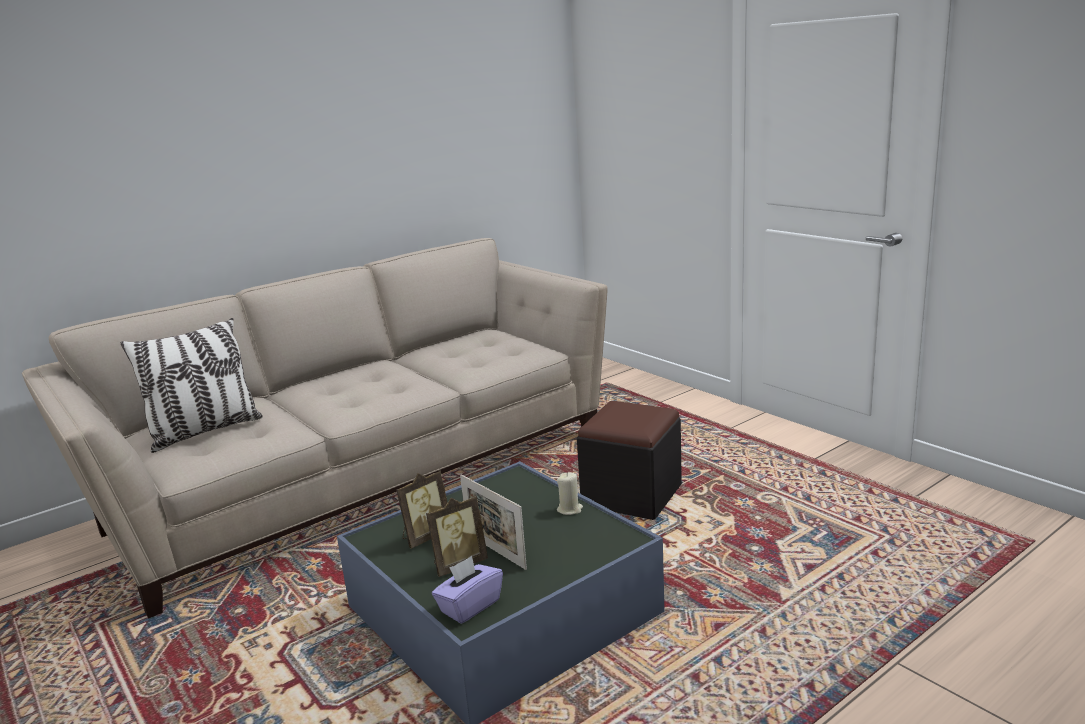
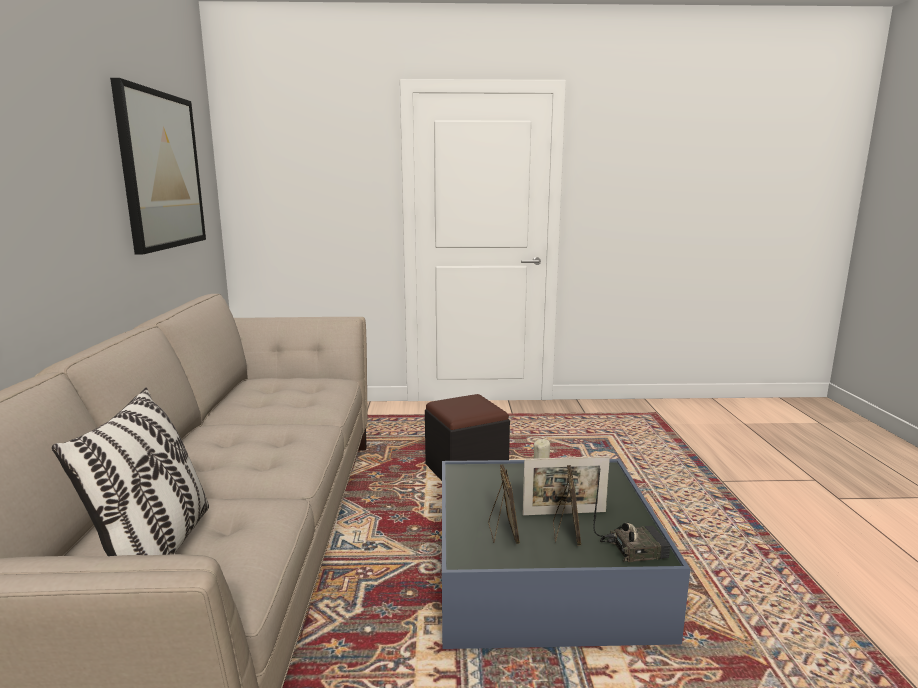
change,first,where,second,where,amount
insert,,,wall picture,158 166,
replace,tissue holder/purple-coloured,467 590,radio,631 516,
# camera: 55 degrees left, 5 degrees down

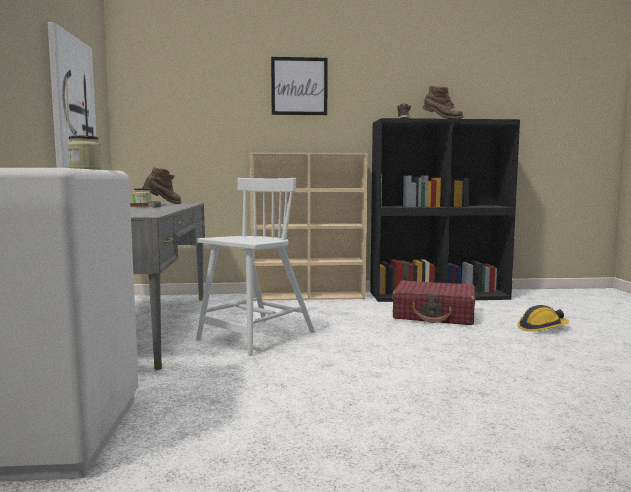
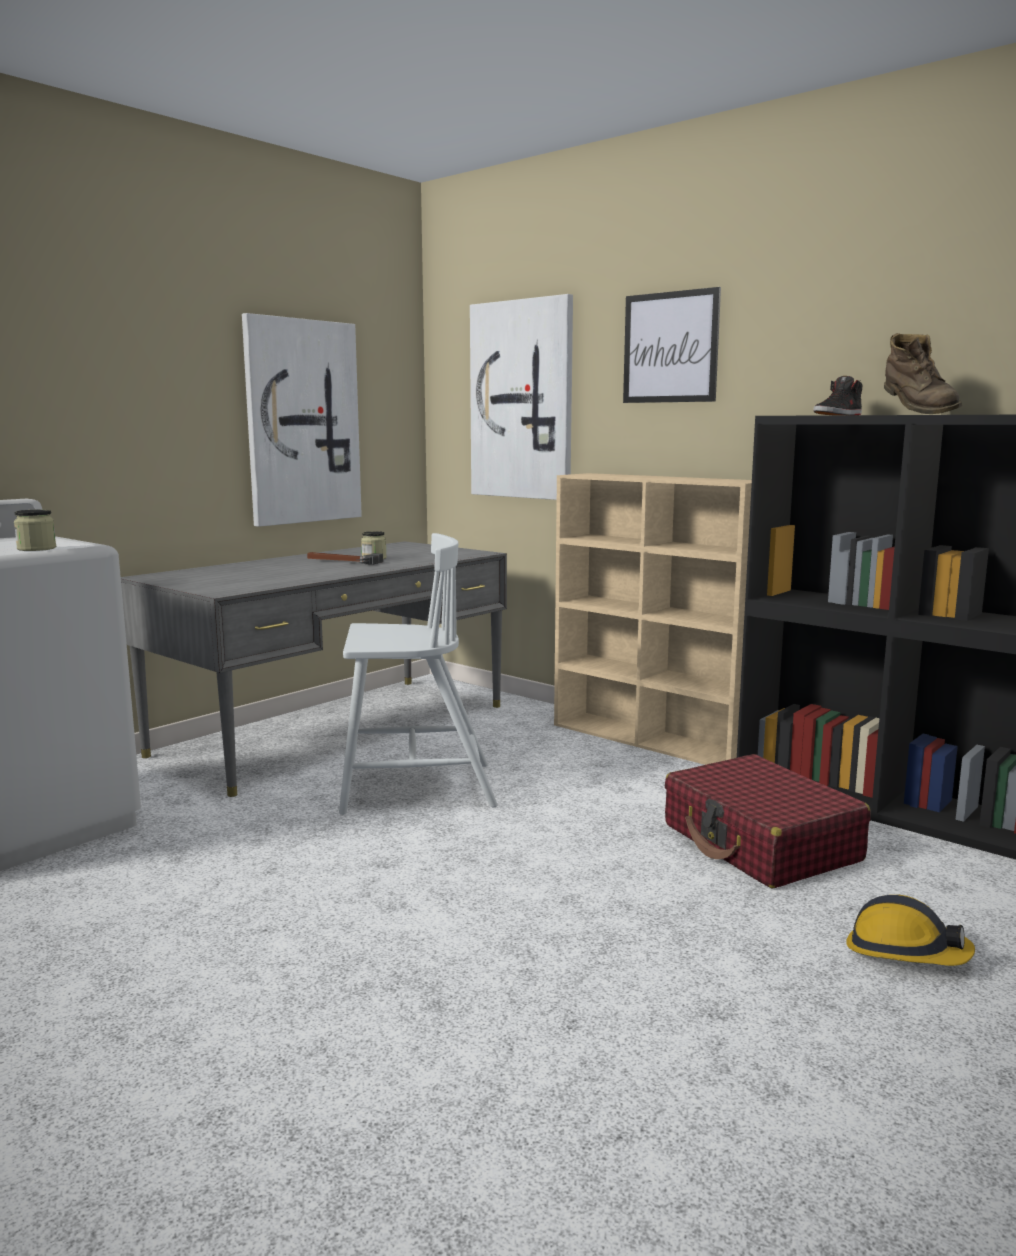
change,first,where,second,where,amount
insert,,,wall picture,521 397,
delete,high-top boot/brown-coloured,161 185,,,
# camera: 45 degrees right, 5 degrees up

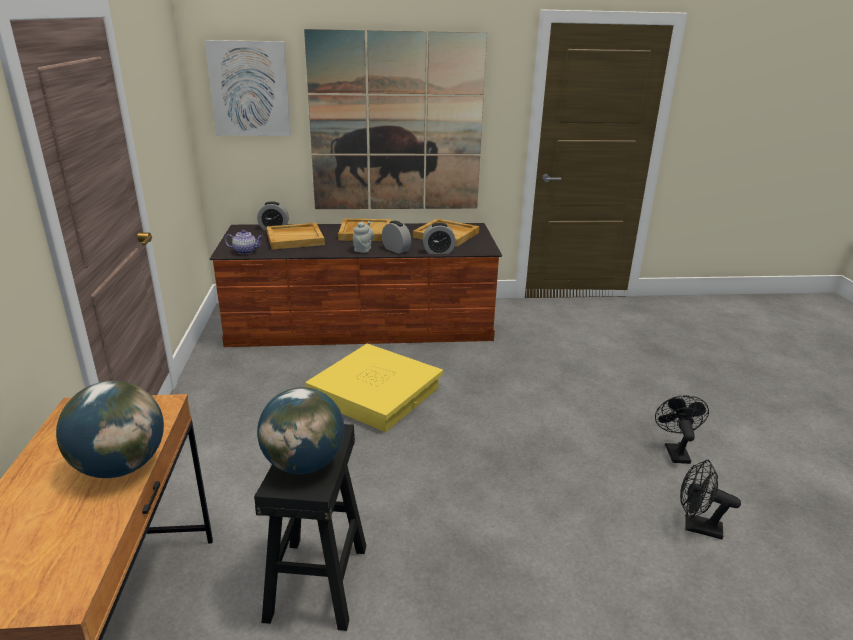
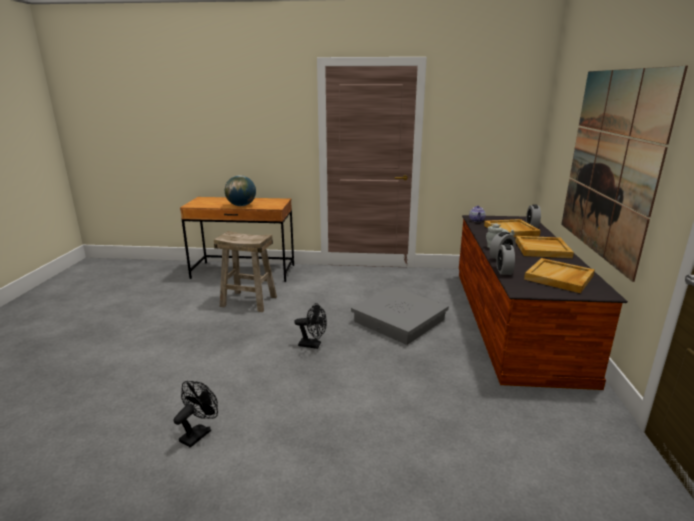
change,first,where,second,where,amount
recolor,stool seat/black-coloured,310 527,stool seat/beige-coloured,245 271,
move,cooling fan/black-coloured,682 429,,310 326,
recolor,storage box/yellowish,374 388,storage box/greyish,400 316,
delete,wall picture,248 88,,,
delete,world globe,301 430,,,
# camera: 100 degrees right, 5 degrees down

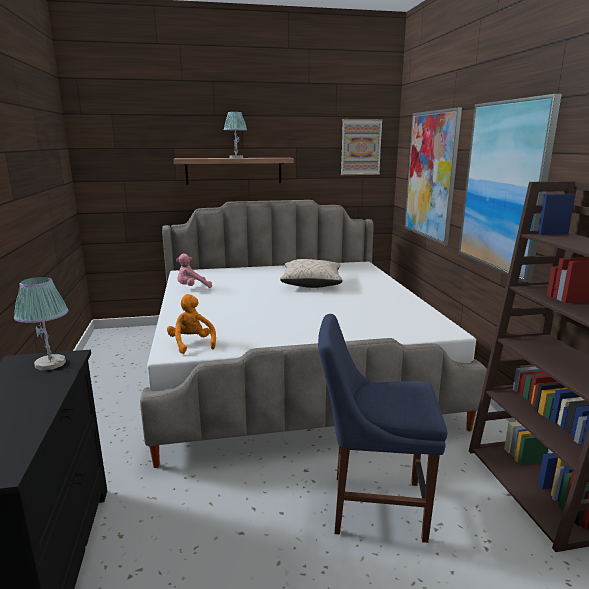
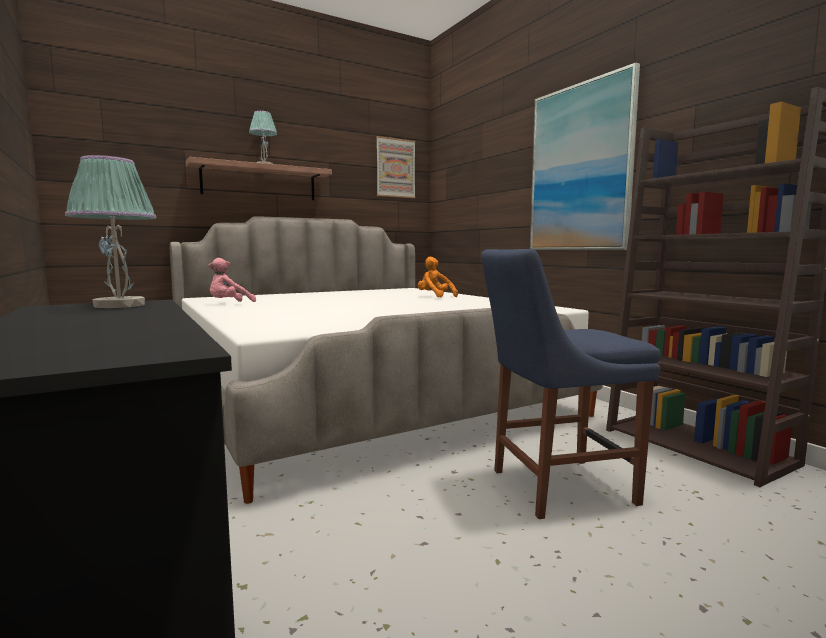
change,first,where,second,where,amount
move,soft toy/orange,191 324,,438 277,
delete,throw pillow/beige-coloured,311 273,,,
delete,wall picture,433 176,,,
# camera: 20 degrees left, 10 degrees down

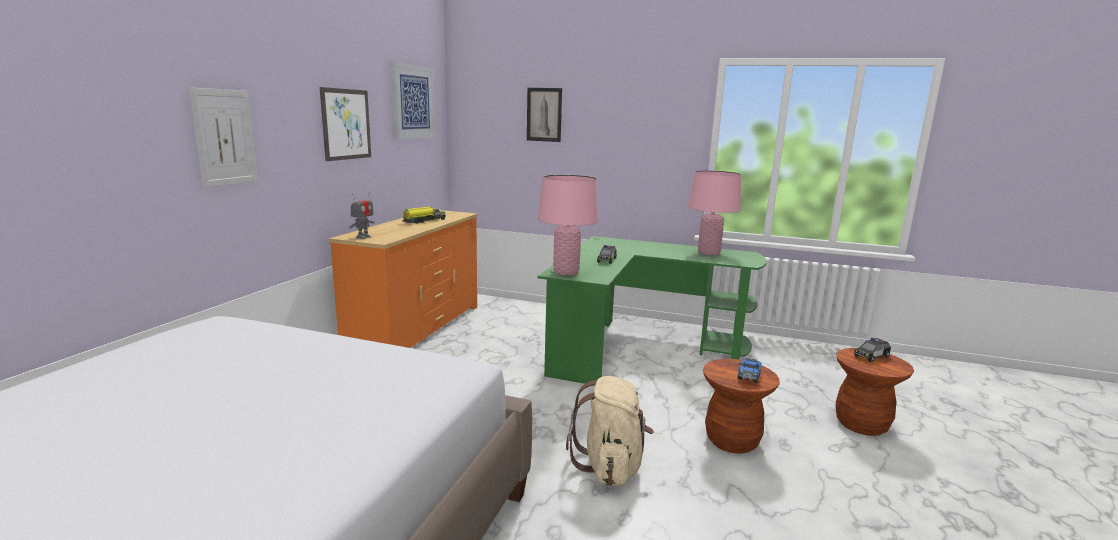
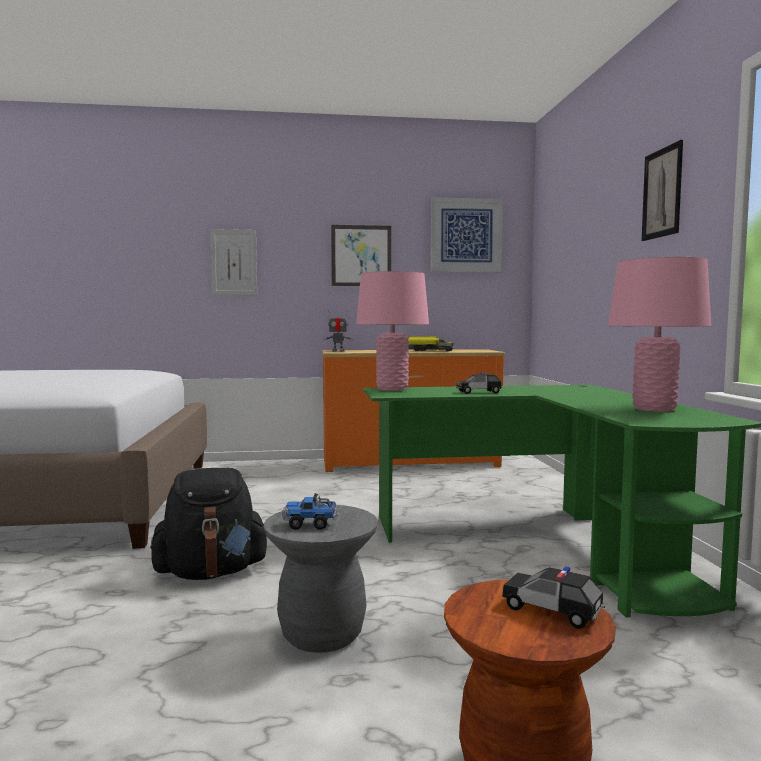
change,first,where,second,where,amount
recolor,backpack/beige-coloured,610 431,backpack/black-coloured,208 524,
recolor,stool seat/brown-coloured,741 406,stool seat/greyish,321 579,
move,wall picture,544 115,,662 190,
# camera: 65 degrees right, 10 degrees down

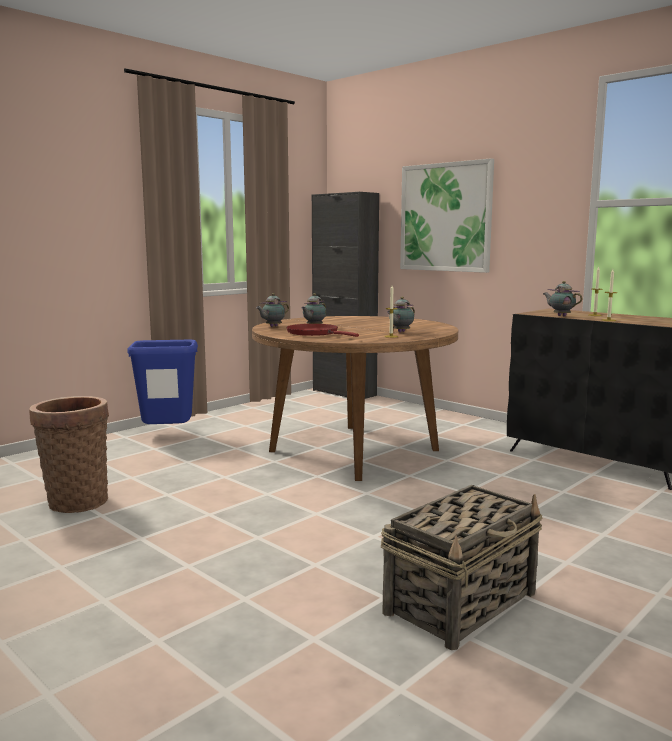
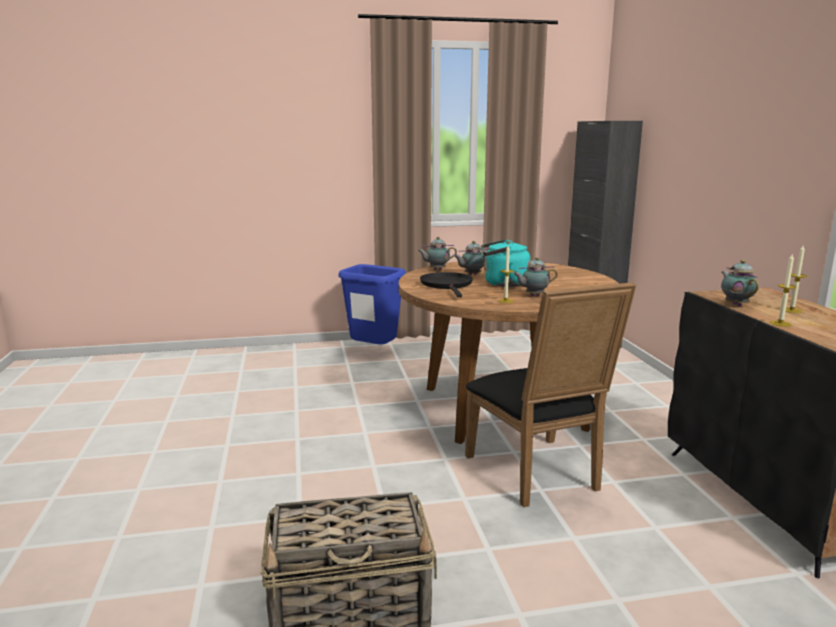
change,first,where,second,where,amount
recolor,skillet/red,322 330,skillet/black-coloured,446 284,
insert,,,plain chair/black-coloured,550 395,
insert,,,water kettle/blue-green,505 263,
delete,basket,69 454,,,
delete,wall picture,447 215,,,
# camera: 35 degrees right, 5 degrees up

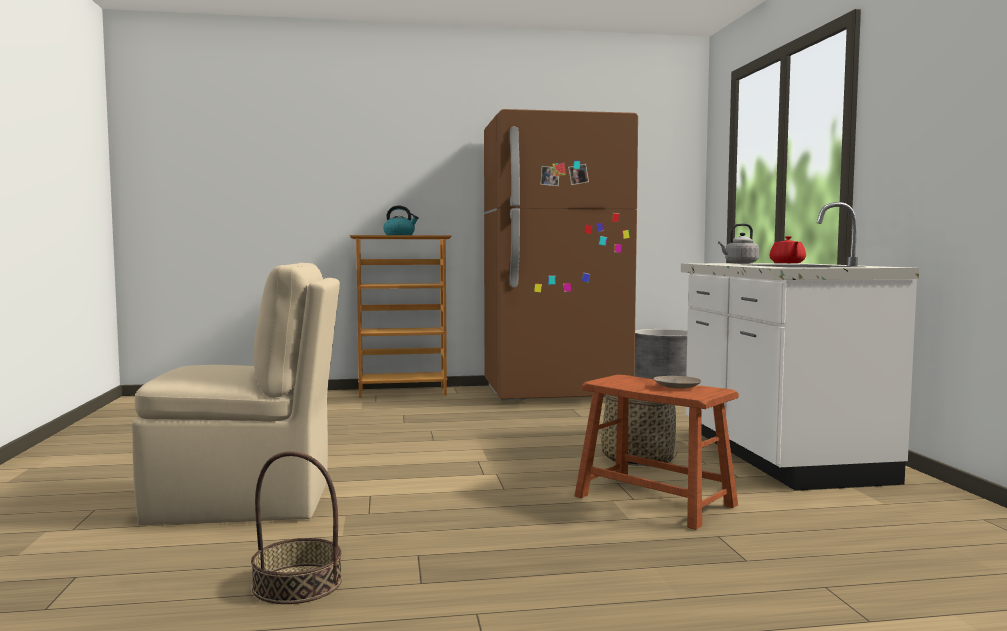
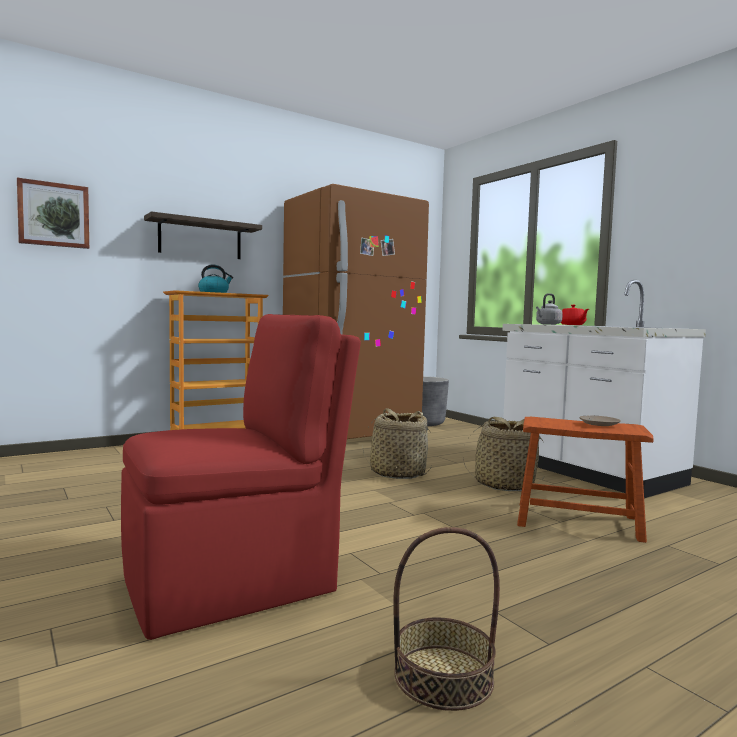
change,first,where,second,where,amount
insert,,,wall picture,53 213,
recolor,plain chair/beige-coloured,236 394,plain chair/red,241 477,
insert,,,shelf,203 235,
insert,,,basket,397 443,
# camera: 25 degrees left, 0 degrees up

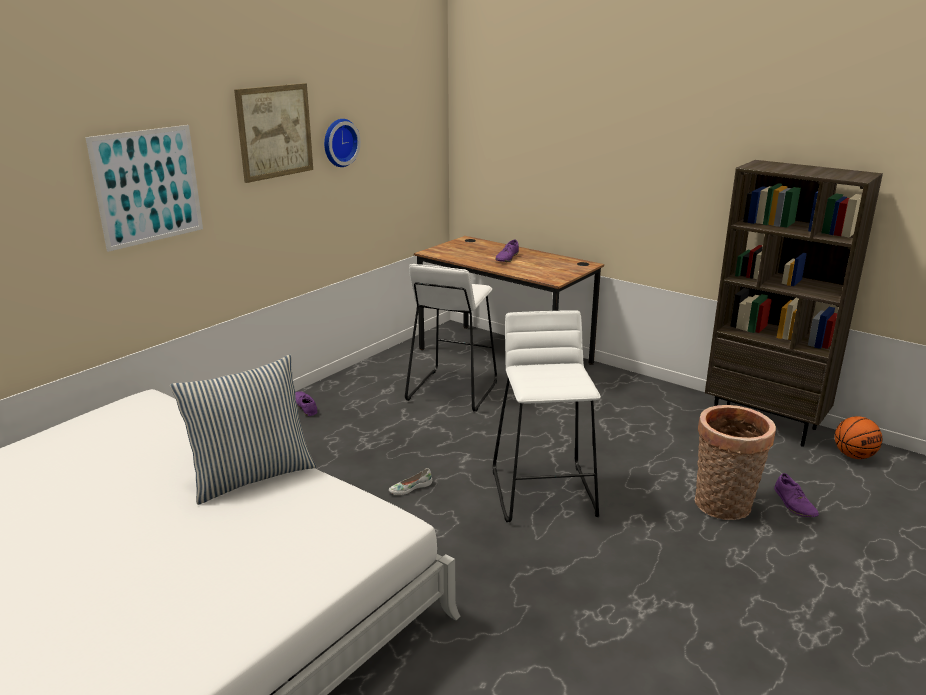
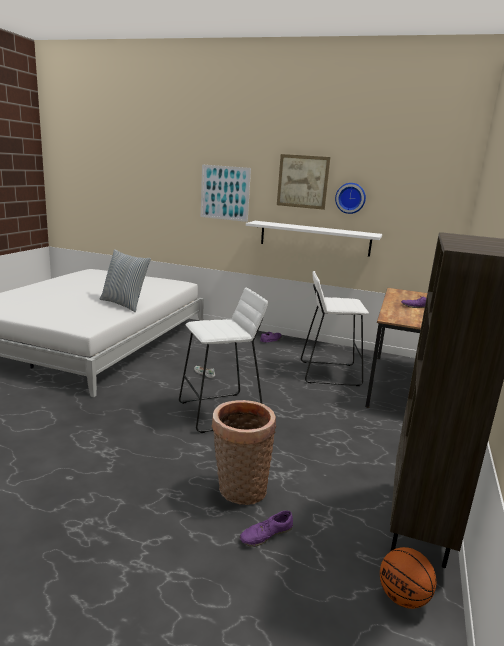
change,first,where,second,where,amount
insert,,,shelf/whitish,314 239,
# camera: 70 degrees right, 5 degrees down

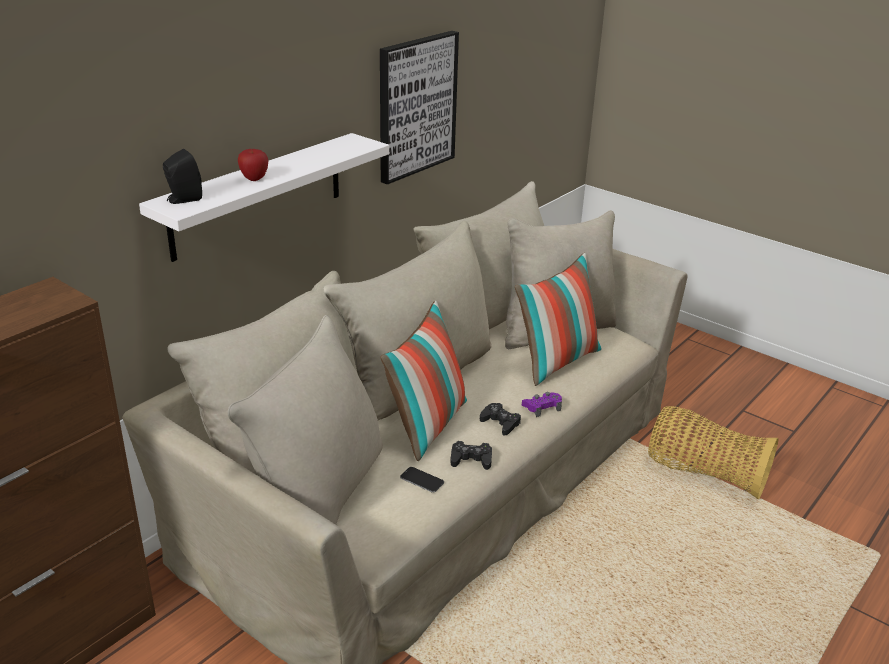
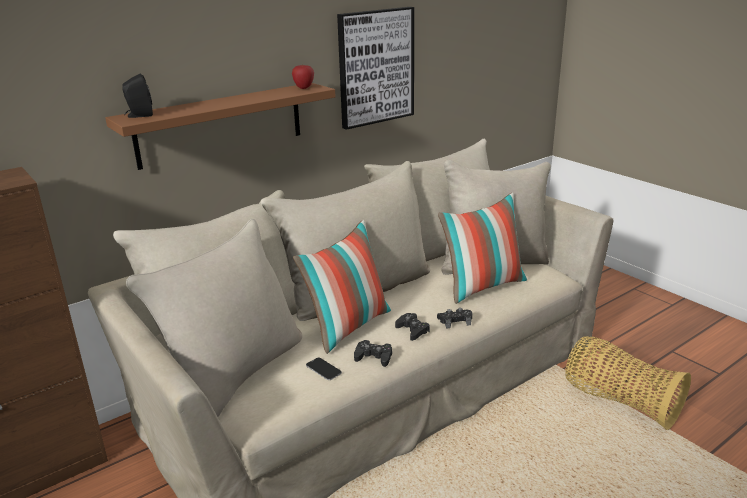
change,first,where,second,where,amount
recolor,shelf/whitish,264 197,shelf/brown-coloured,220 126,
move,apple fruit,253 165,,303 76,
recolor,joypad/purple-coloured,542 404,joypad/black-coloured,454 318,
# camera: 15 degrees right, 5 degrees down

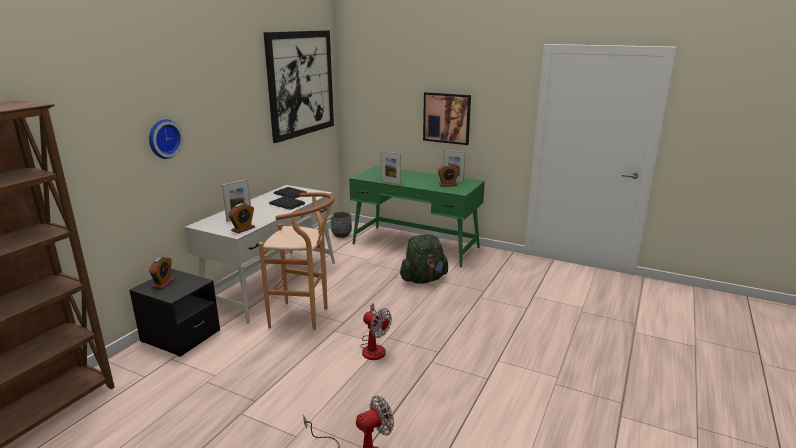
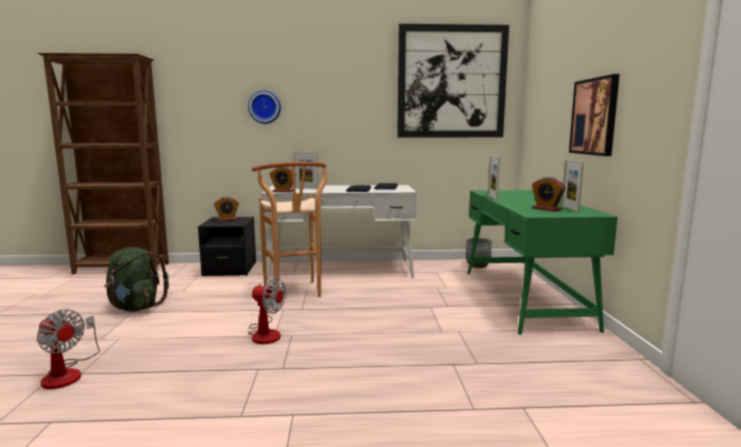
change,first,where,second,where,amount
move,backpack/green-coloured,424 259,,136 279,
rotate,cooling fan,376 331,,267 311,75 degrees counterclockwise
# camera: 60 degrees right, 10 degrees down

